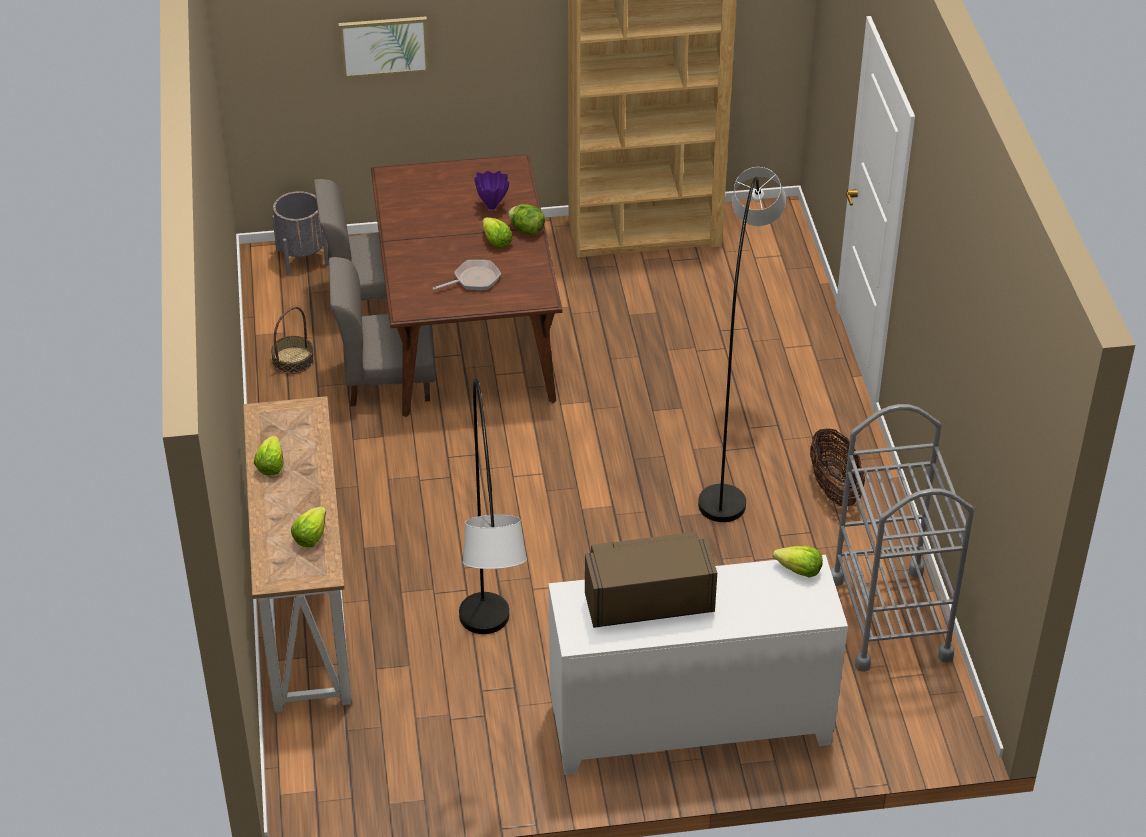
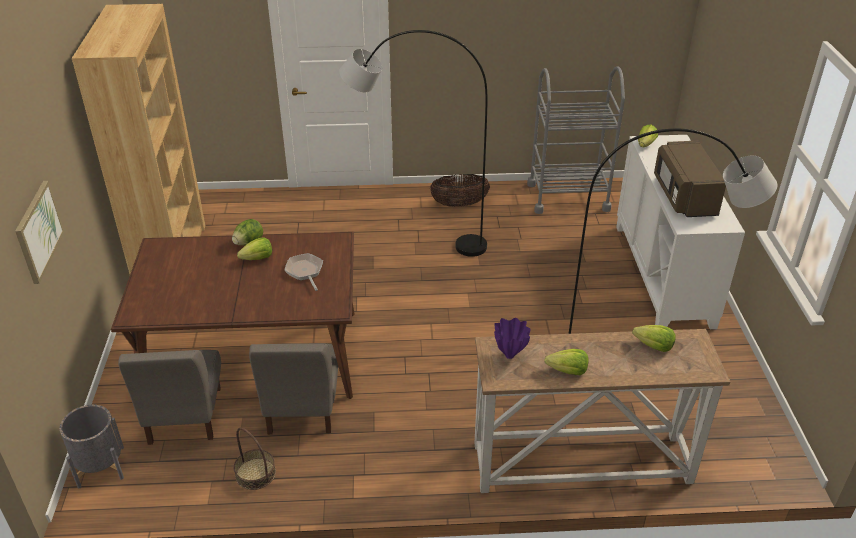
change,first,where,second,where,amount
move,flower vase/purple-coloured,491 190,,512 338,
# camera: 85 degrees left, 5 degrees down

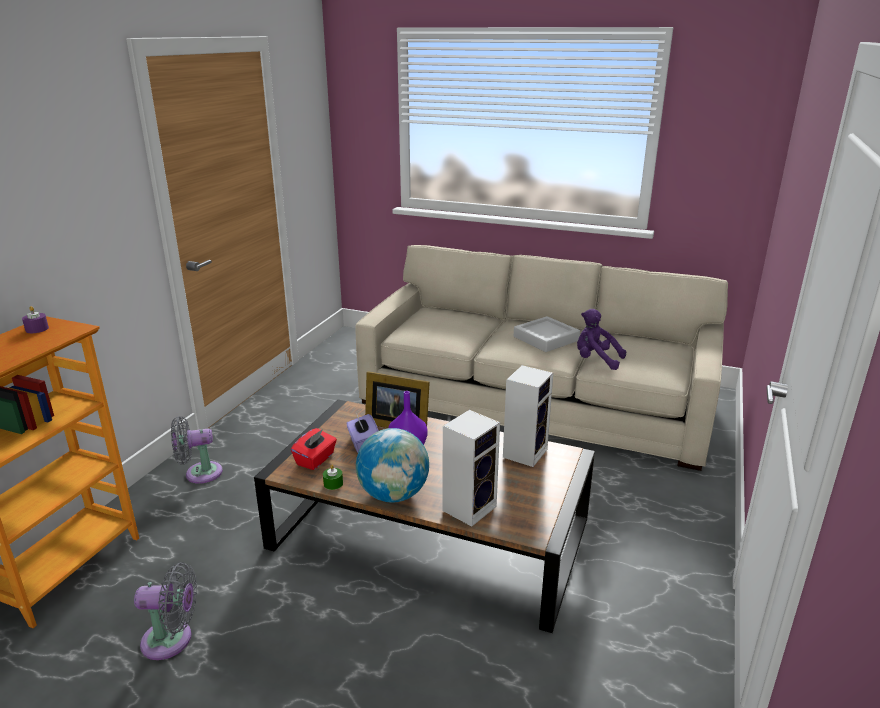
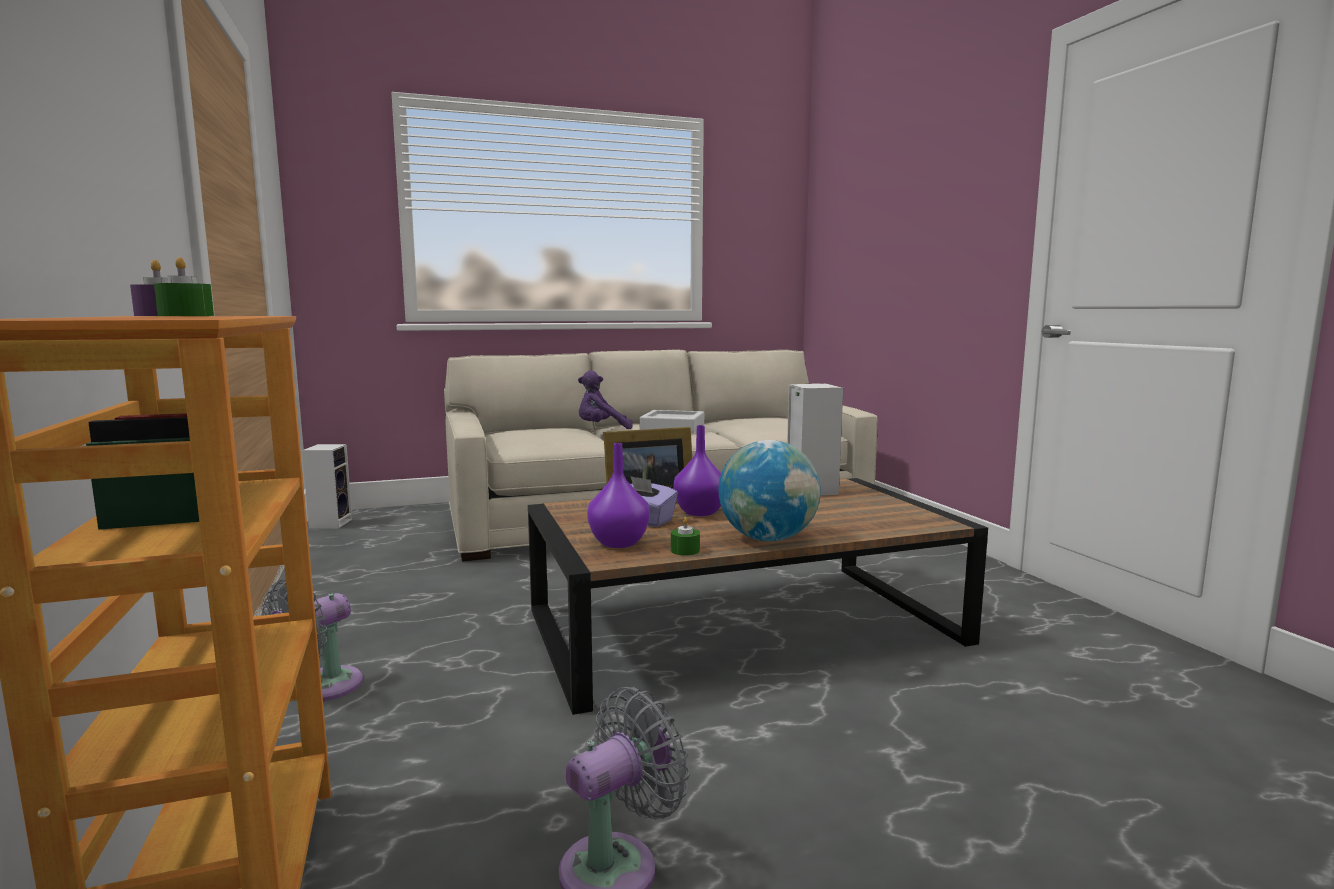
change,first,where,second,where,amount
insert,,,candle/green-coloured,184 286,
move,loudspeaker,471 468,,327 486,
move,soft toy/purple-coloured,601 339,,605 399,
replace,tissue holder/red,314 449,flower vase/purple-coloured,618 495,
# camera: 40 degrees left, 15 degrees down

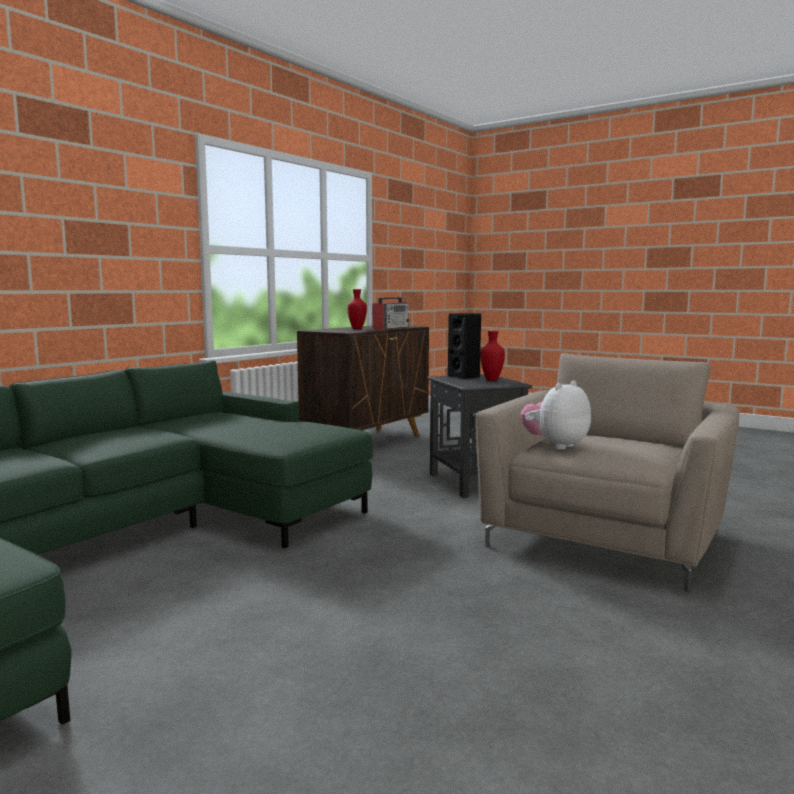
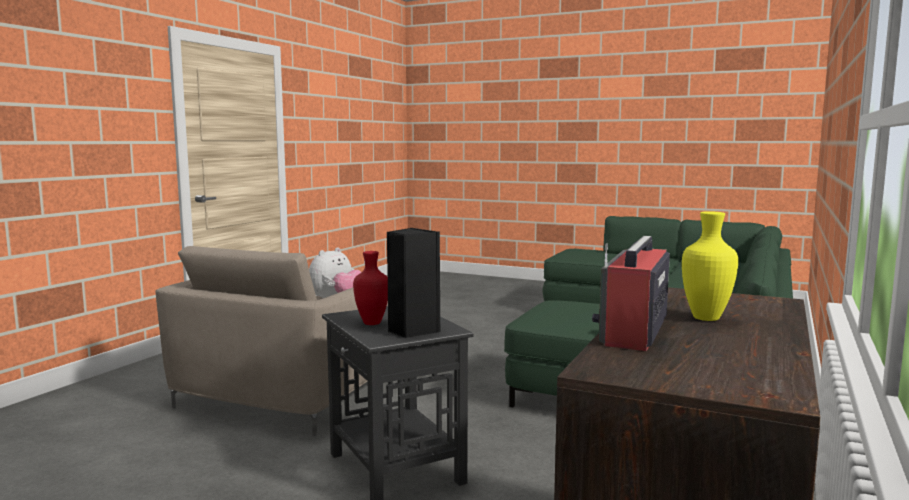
change,first,where,second,where,amount
recolor,flower vase/red,357 309,flower vase/yellowish,710 266,
# camera: 170 degrees right, 0 degrees up

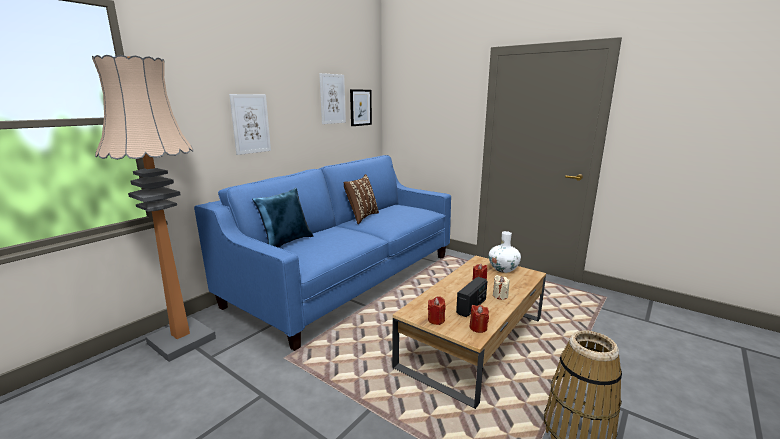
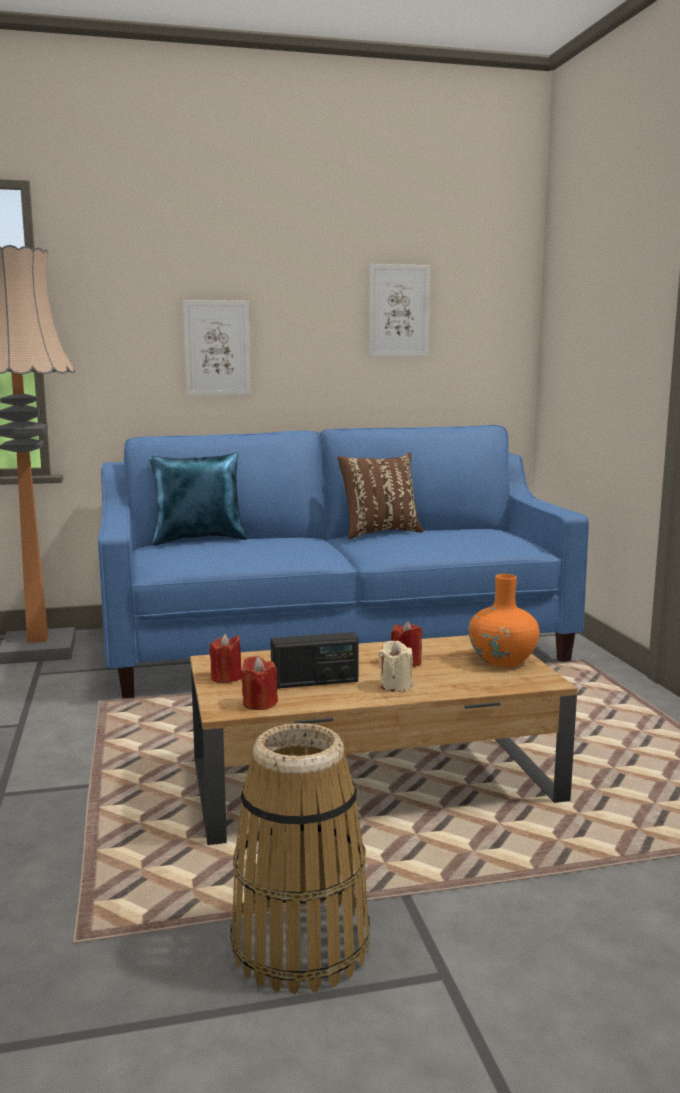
change,first,where,second,where,amount
recolor,flower vase/whitish,505 252,flower vase/orange,504 620,
delete,wall picture,361 107,,,
# camera: 40 degrees right, 5 degrees down

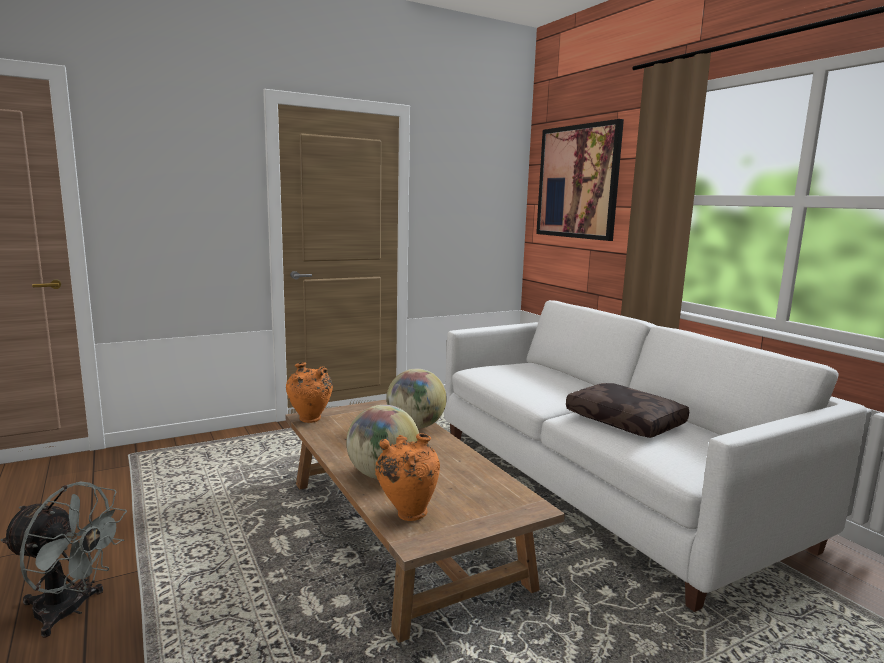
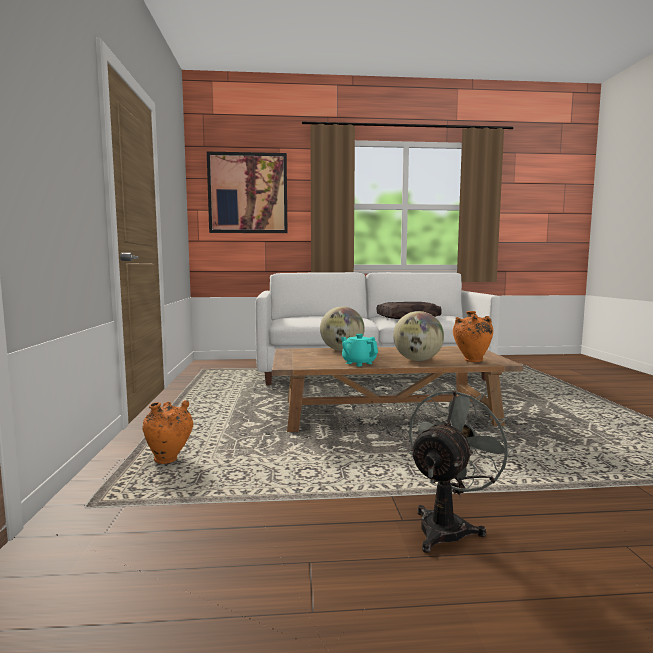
change,first,where,second,where,amount
move,flower vase/orange,309 392,,167 432,
insert,,,tea pot/blue-green,359 350,
# camera: 65 degrees left, 5 degrees down

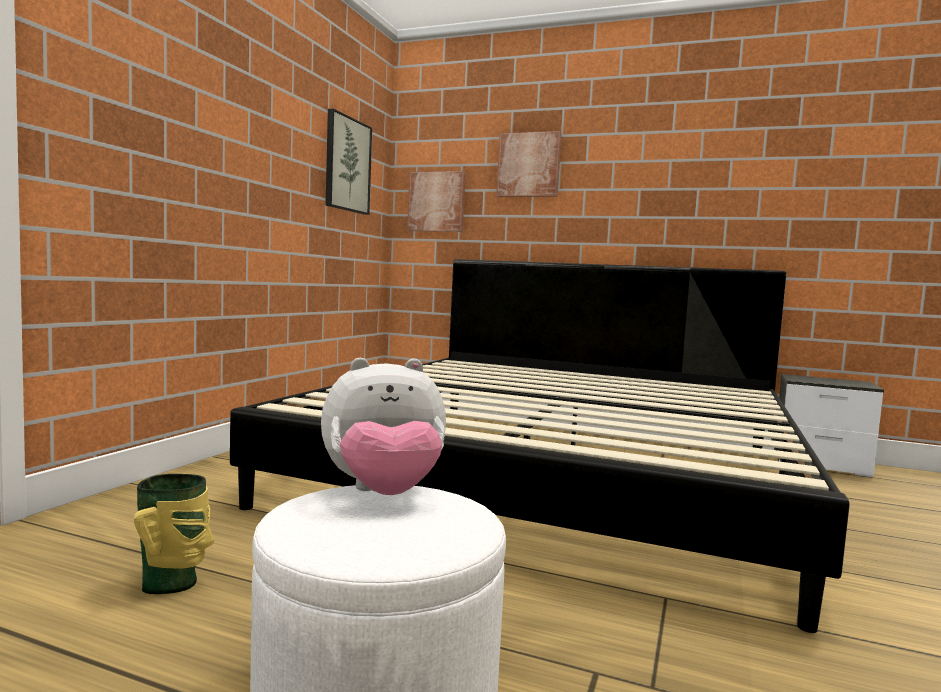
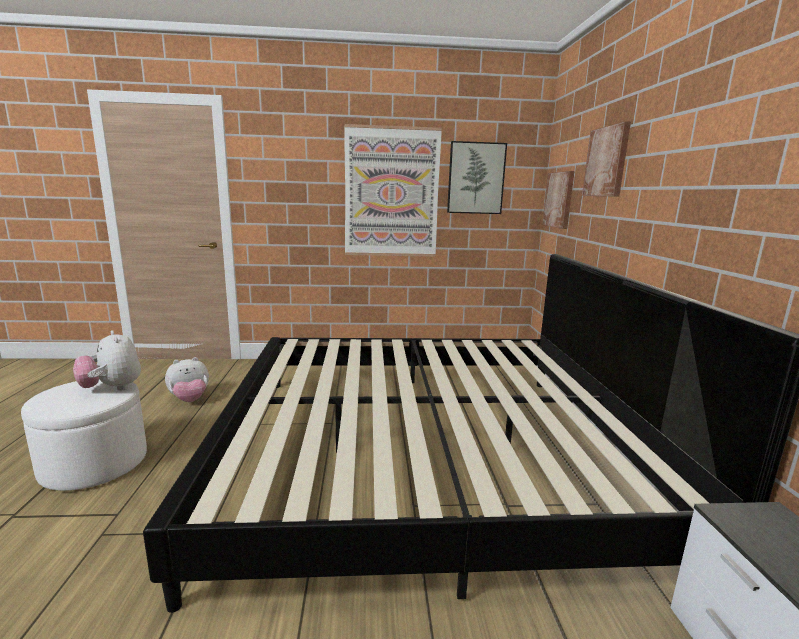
change,first,where,second,where,amount
replace,flower vase,174 534,soft toy,187 379,
insert,,,wall picture,393 190,
# camera: 65 degrees right, 10 degrees up

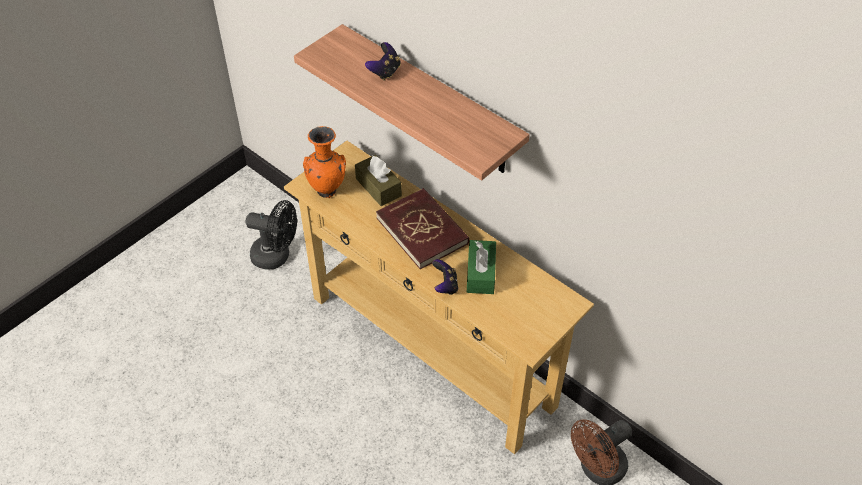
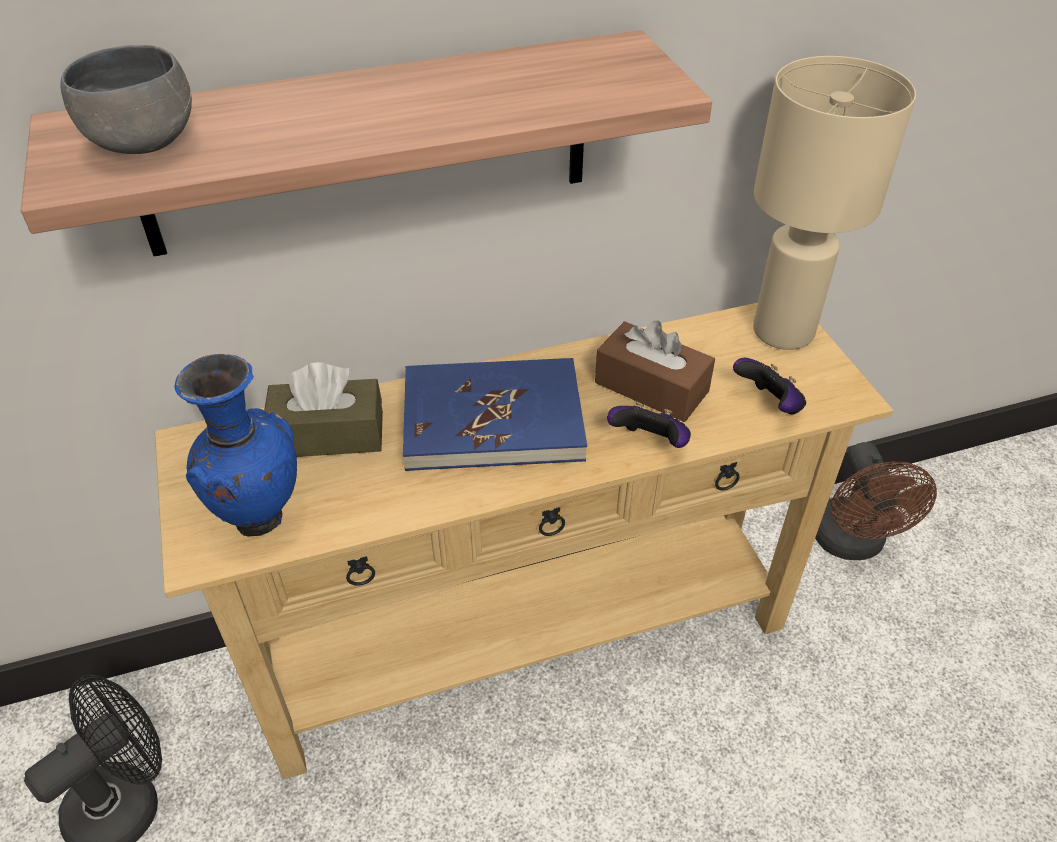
change,first,where,second,where,amount
insert,,,bowl/greyish,126 99,
recolor,flower vase/orange,324 162,flower vase/bluish,236 445,
recolor,book/red,422 228,book/bluish,495 414,
recolor,tissue holder/green-coloured,481 267,tissue holder/brown-coloured,655 371,
move,joypad,383 61,,769 386,
insert,,,tabletop lamp/beige-coloured,834 203,
# camera: 60 degrees left, 5 degrees down

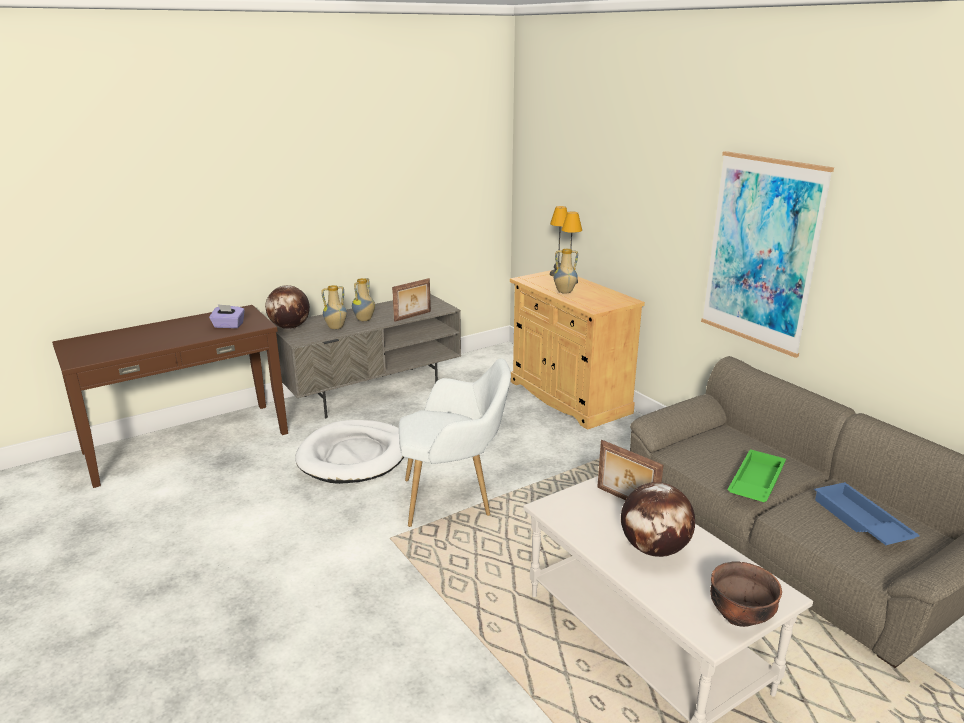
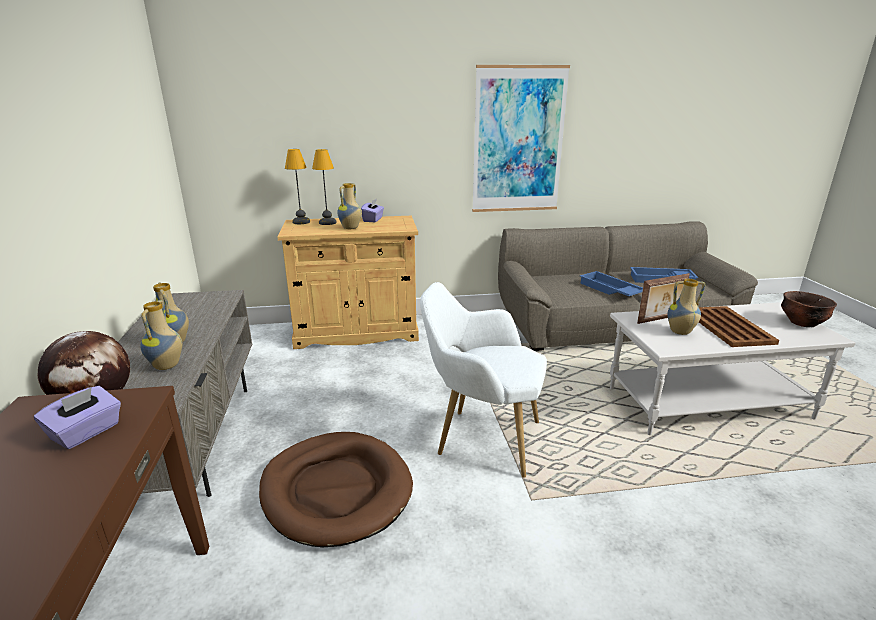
change,first,where,second,where,amount
recolor,dog bed/whitish,349 452,dog bed/brown-coloured,336 489,
insert,,,tissue holder/purple-coloured,372 210,
rotate,armchair/whitish,455 442,,483 379,90 degrees counterclockwise
recolor,carrying tray/green-coloured,757 475,carrying tray/bluish,611 283,
insert,,,flower vase,686 307,
replace,world globe,658 519,carrying tray/brown-coloured,739 326,
delete,standing frame,411 300,,,
# camera: 65 degrees left, 0 degrees up

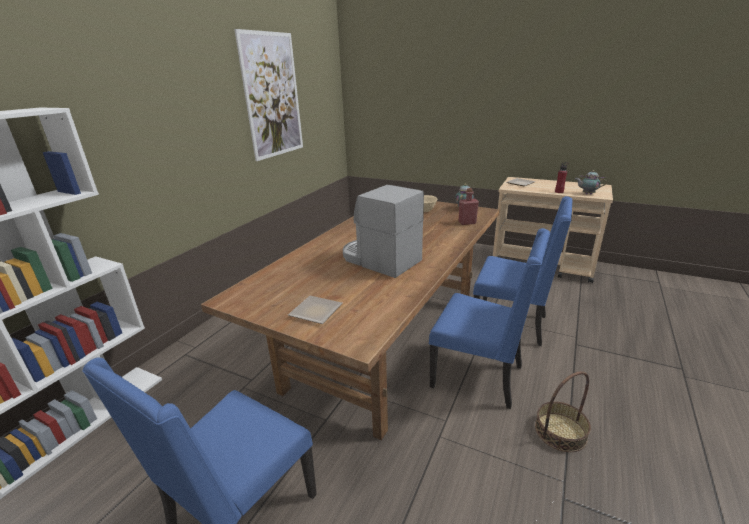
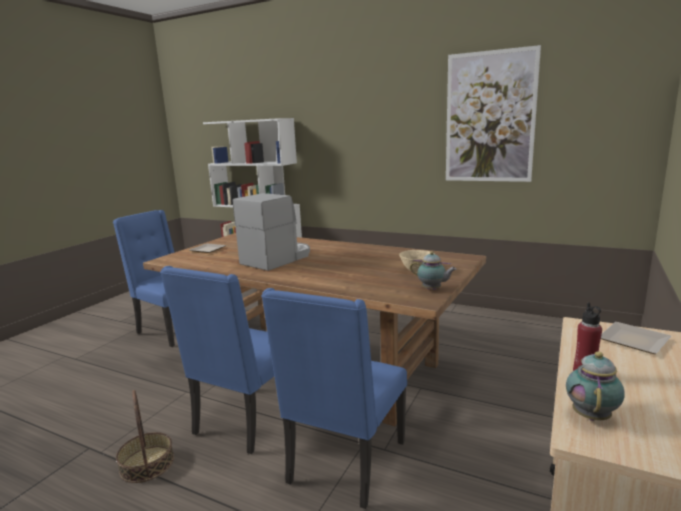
change,first,where,second,where,amount
delete,bottle/red,468 206,,,
# camera: 90 degrees right, 10 degrees down

